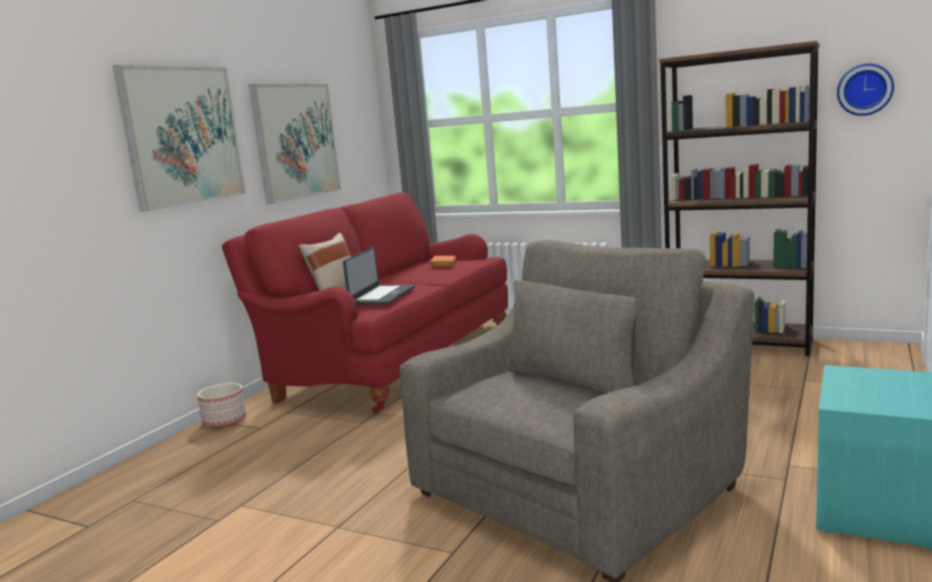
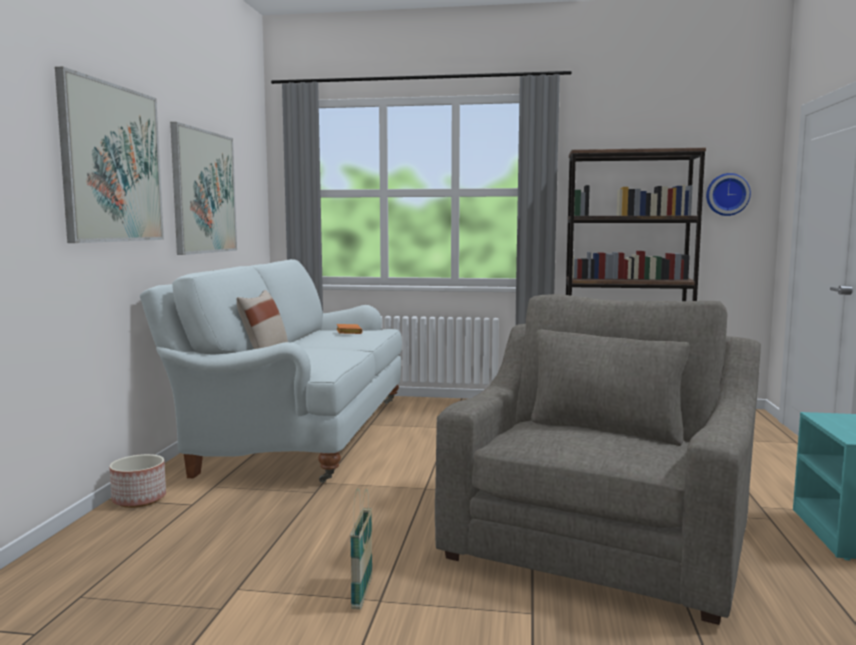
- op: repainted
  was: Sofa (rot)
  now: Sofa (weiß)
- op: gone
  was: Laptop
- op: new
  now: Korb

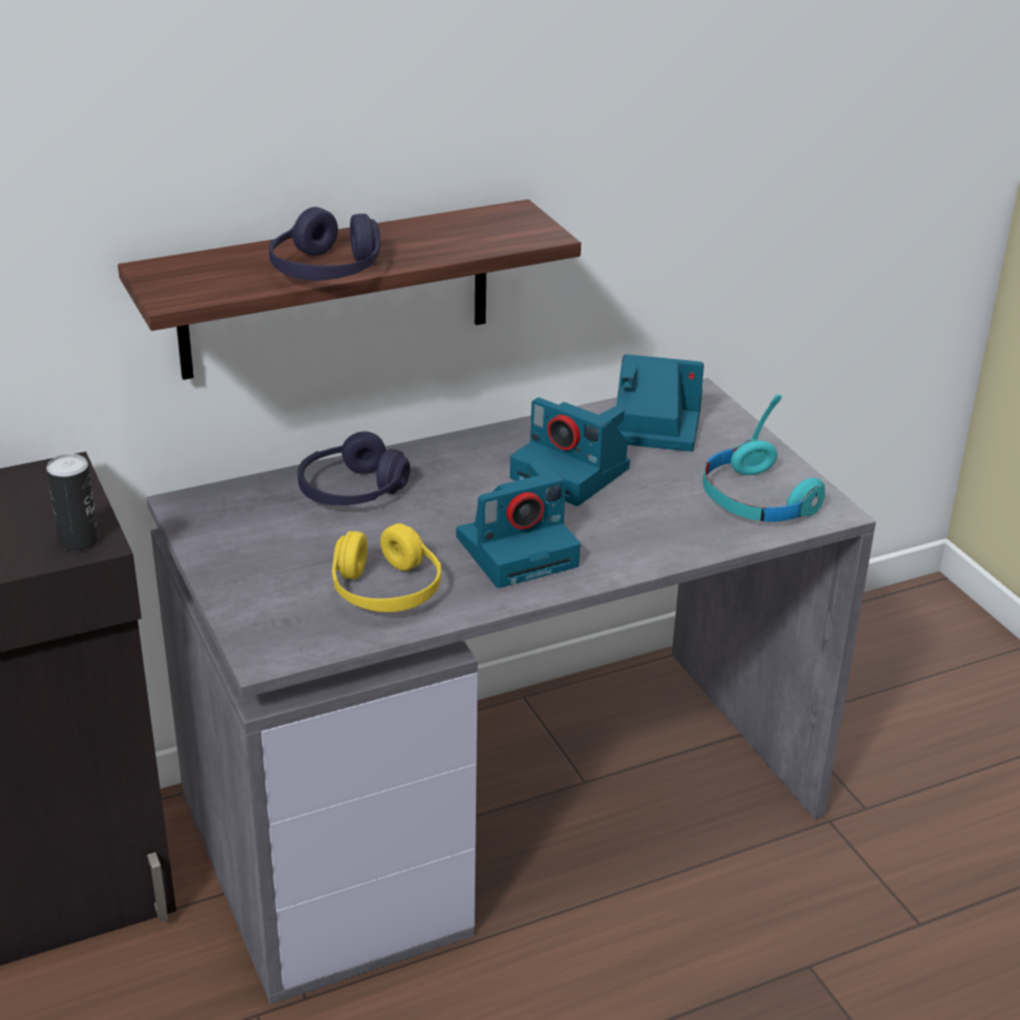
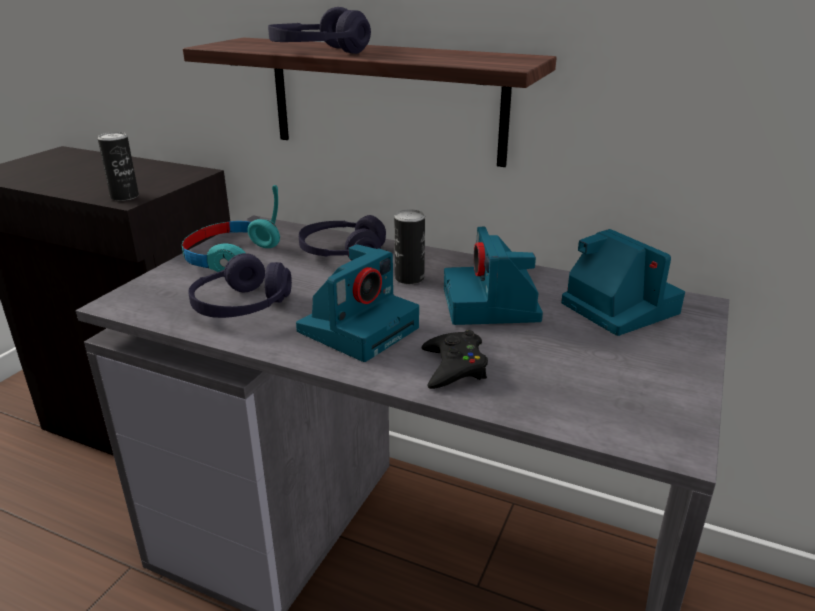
- op: shifted
  was: Kopfhörer (türkis)
- op: rotated
  was: Kamera (no. 1 from left)
  clockwise: -75
- op: repainted
  was: Kopfhörer (gelb)
  now: Kopfhörer (lila) (no. 1 from left)
- op: new
  now: Dose (no. 2 from left)
- op: new
  now: Gamepad (schwarz)

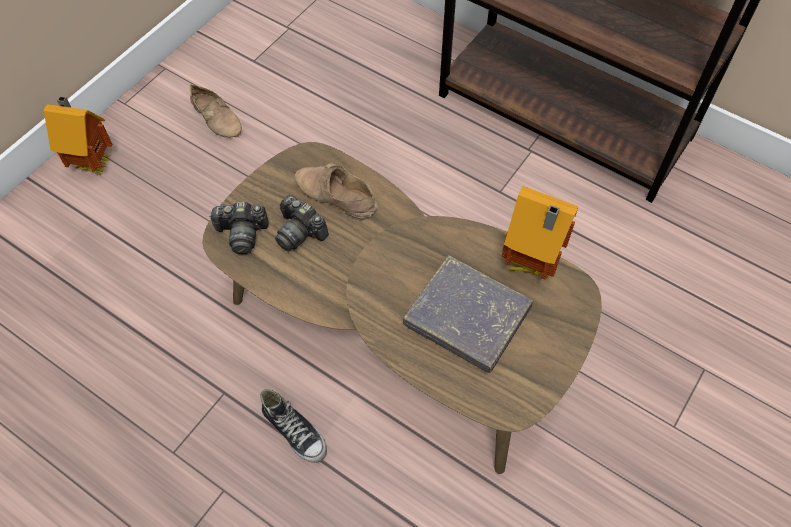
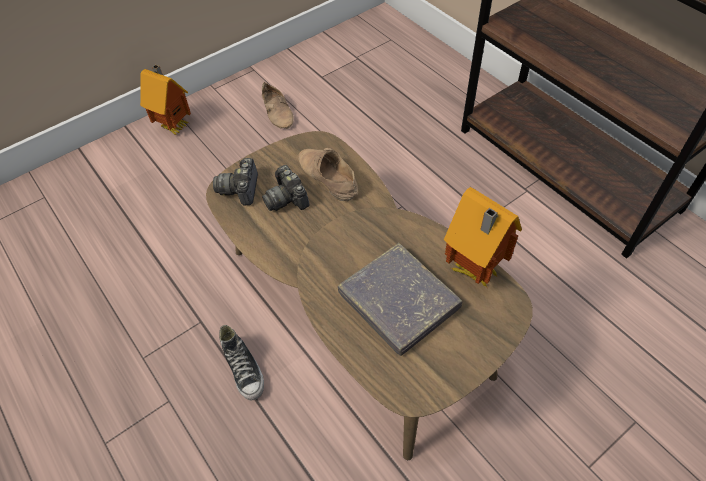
- op: rotated
  was: Kamera (no. 1 from left)
  clockwise: 75

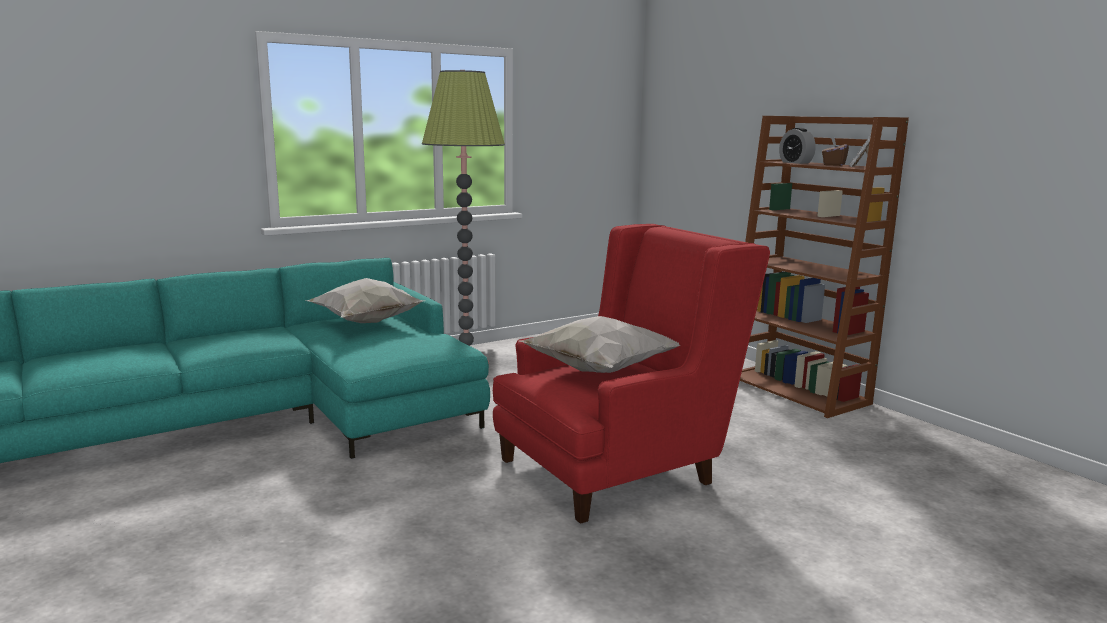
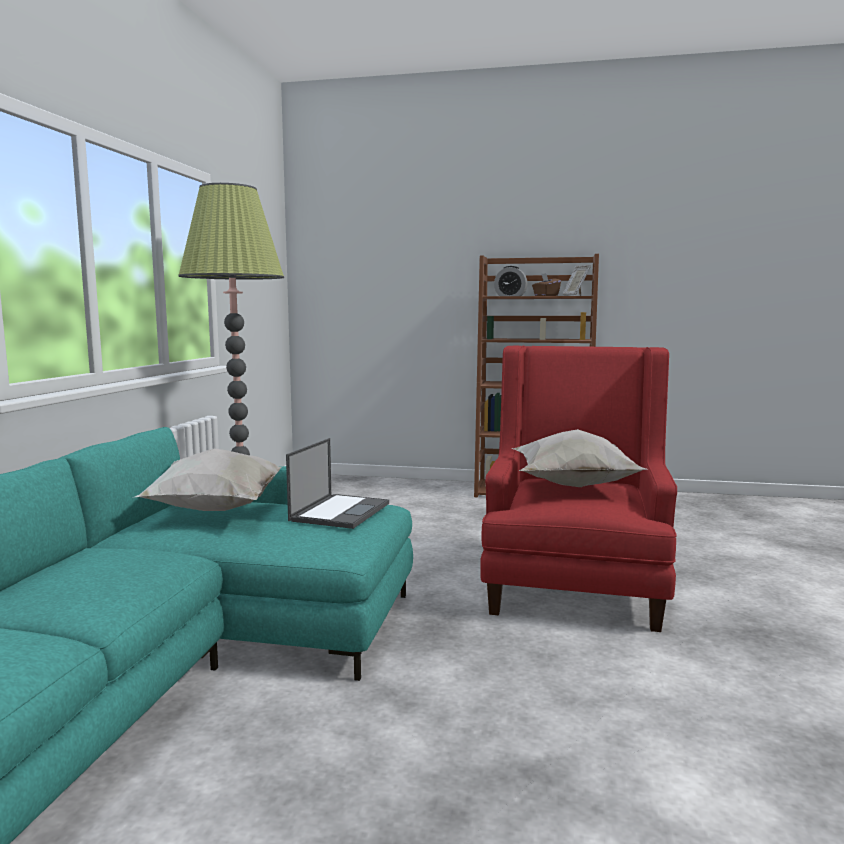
- op: new
  now: Laptop

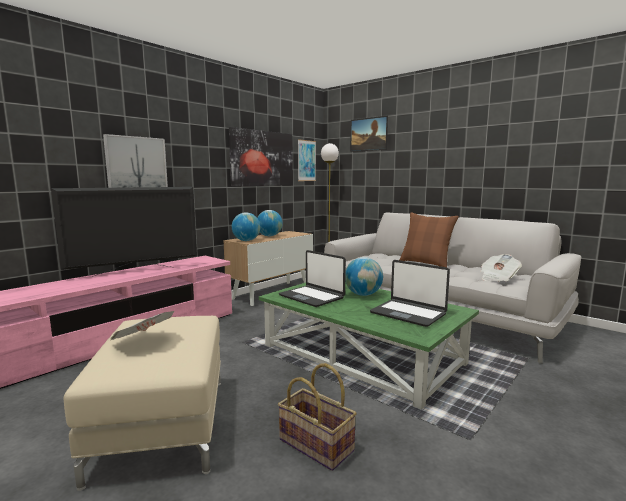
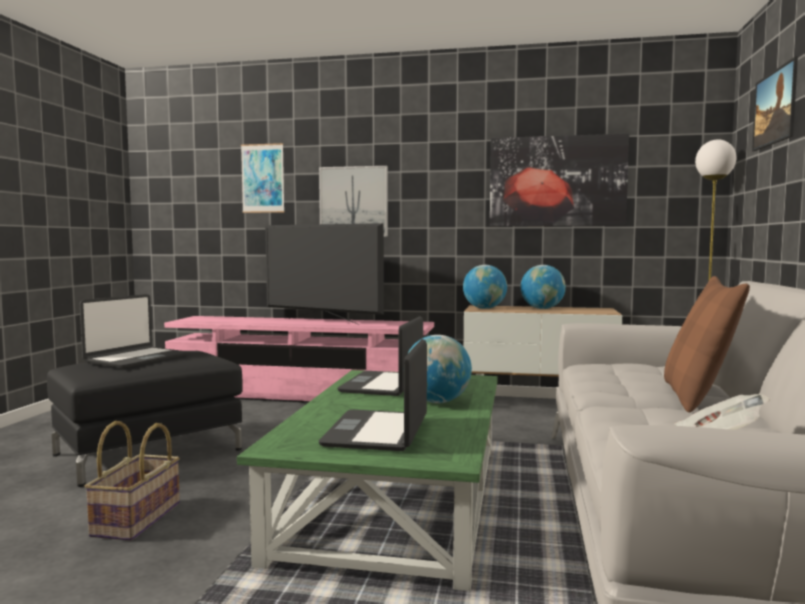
- op: shifted
  was: Bild (no. 3 from left in the first image)
  now: Bild (no. 1 from left)
- op: swapped
  was: Zeitung (no. 1 from left)
  now: Laptop (no. 1 from left)
- op: repainted
  was: Polsterhocker (beige)
  now: Polsterhocker (schwarz)

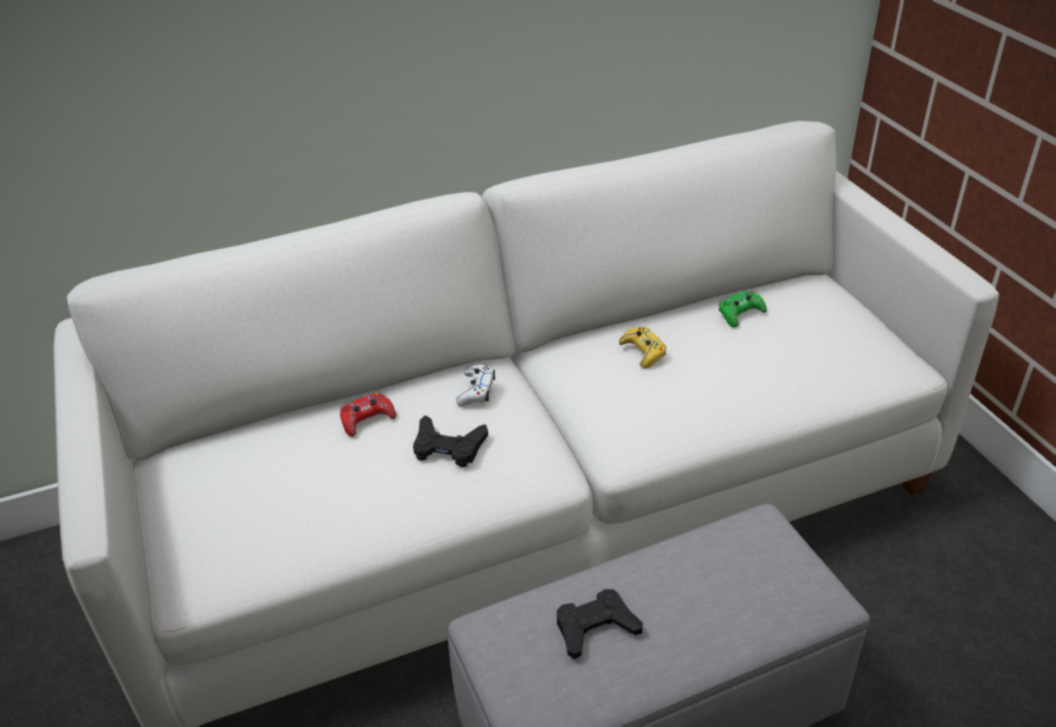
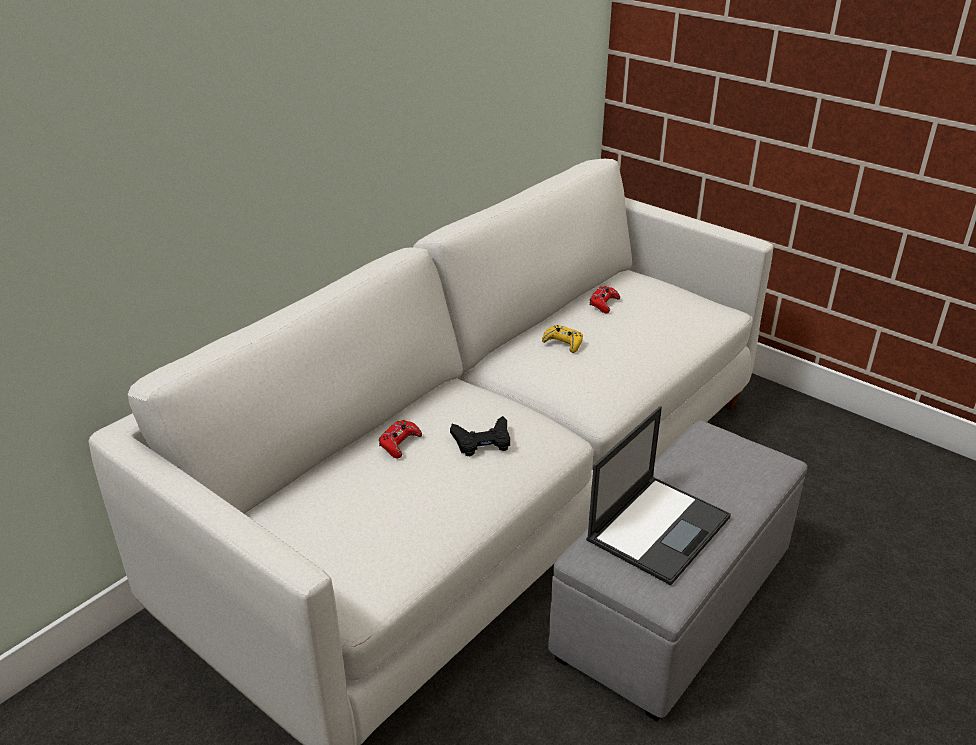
- op: repainted
  was: Gamepad (grün)
  now: Gamepad (rot) (no. 2 from left)
- op: gone
  was: Gamepad (weiß)
- op: swapped
  was: Gamepad (schwarz) (no. 2 from left)
  now: Laptop

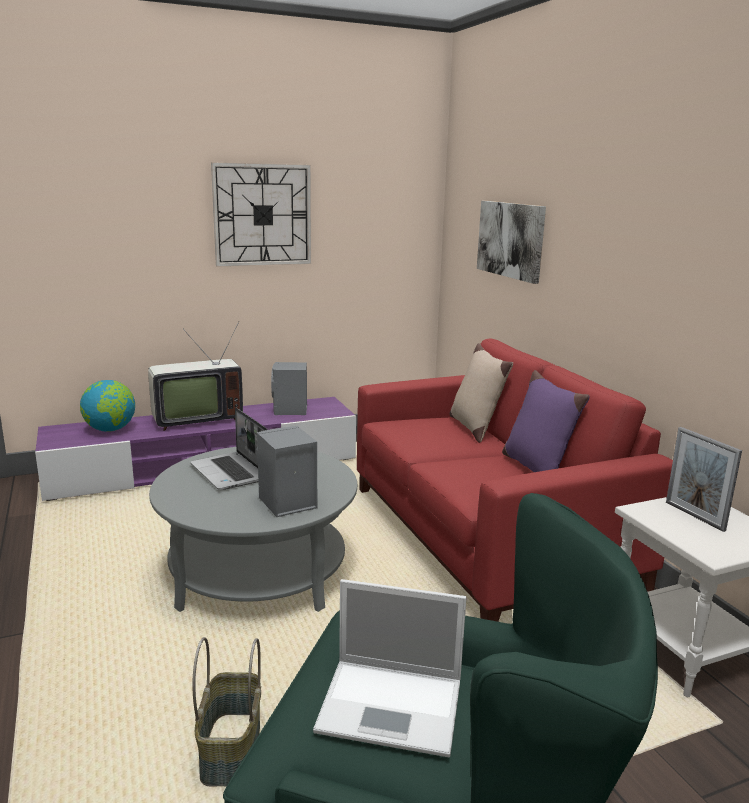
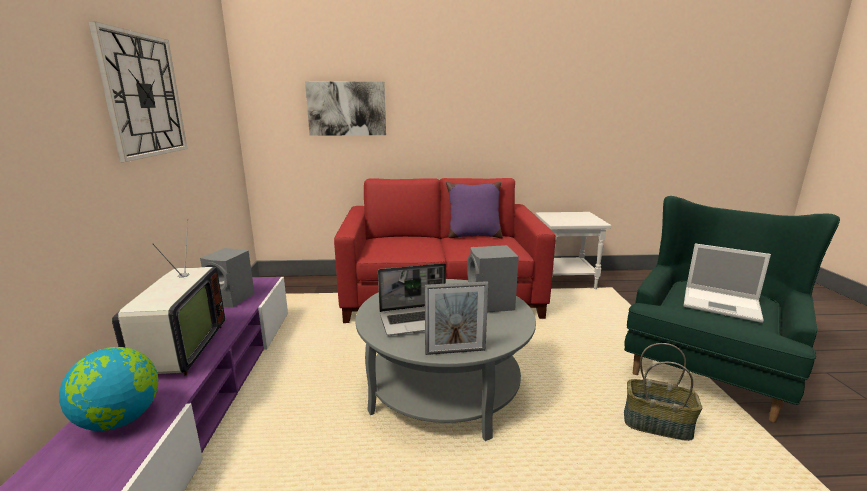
- op: gone
  was: Kissen (beige)
- op: shifted
  was: Bilderrahmen
- op: rotated
  was: Laptop (no. 2 from left)
  clockwise: 90

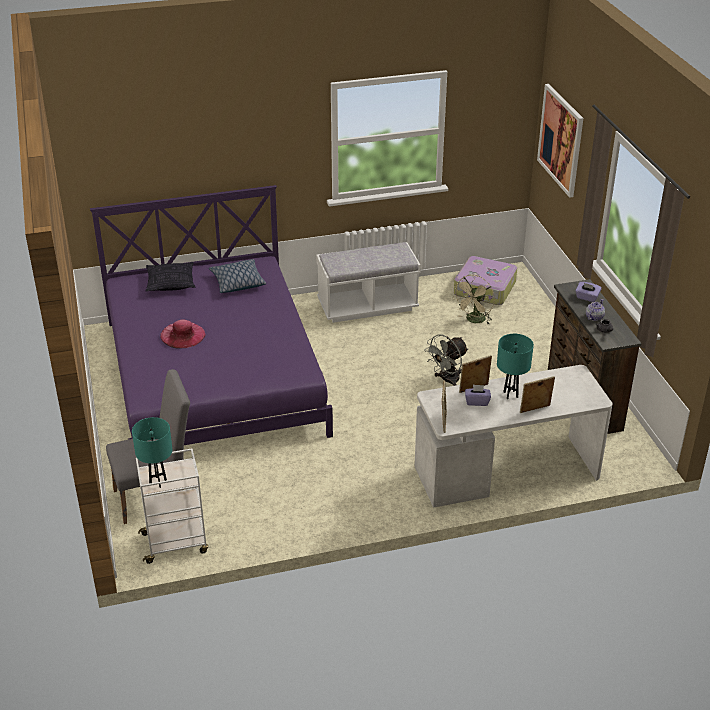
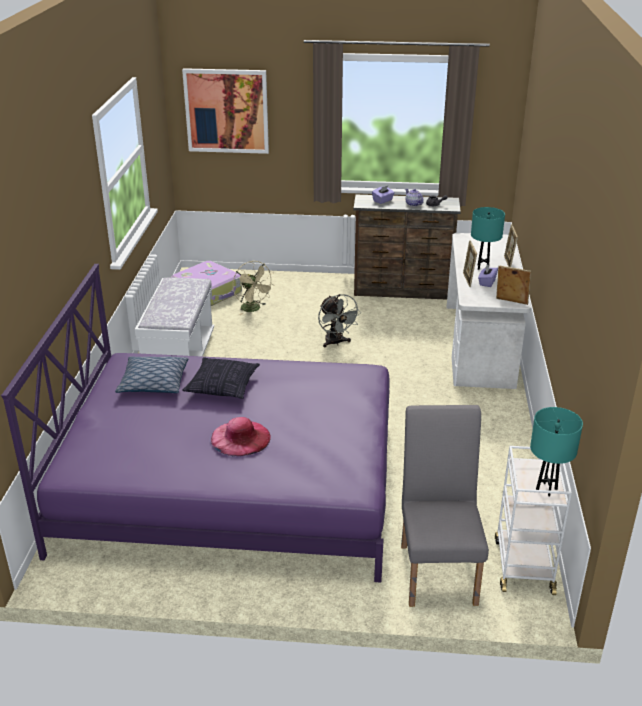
- op: shifted
  was: Kissen (no. 1 from left in the first image)
  now: Kissen (no. 2 from left)

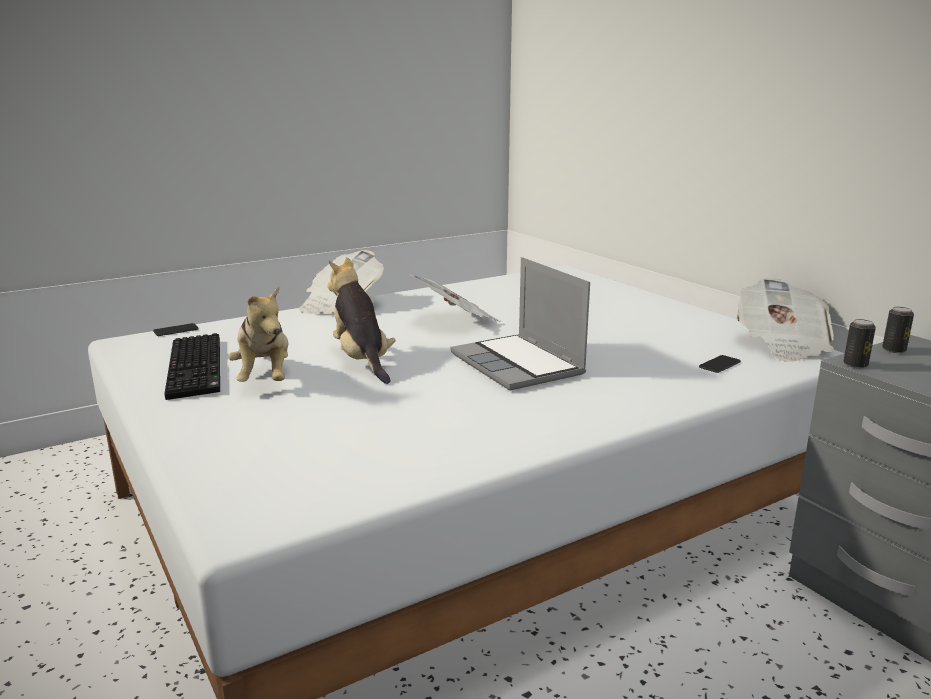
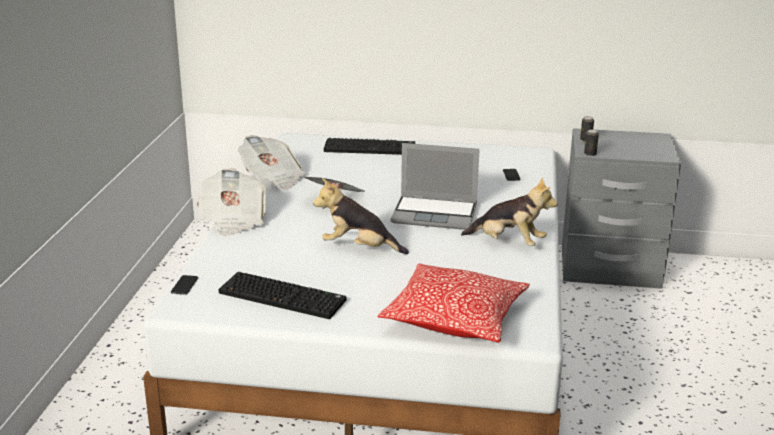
- op: shifted
  was: Zeitung (no. 3 from left in the first image)
  now: Zeitung (no. 2 from left)
- op: shifted
  was: Plüschtier (no. 1 from left in the first image)
  now: Plüschtier (no. 2 from left)
- op: new
  now: Tastatur (no. 2 from left)
- op: new
  now: Kissen

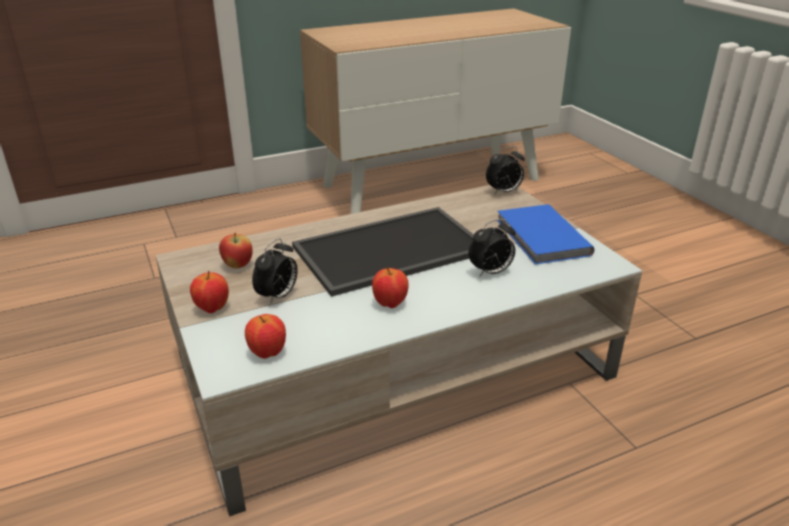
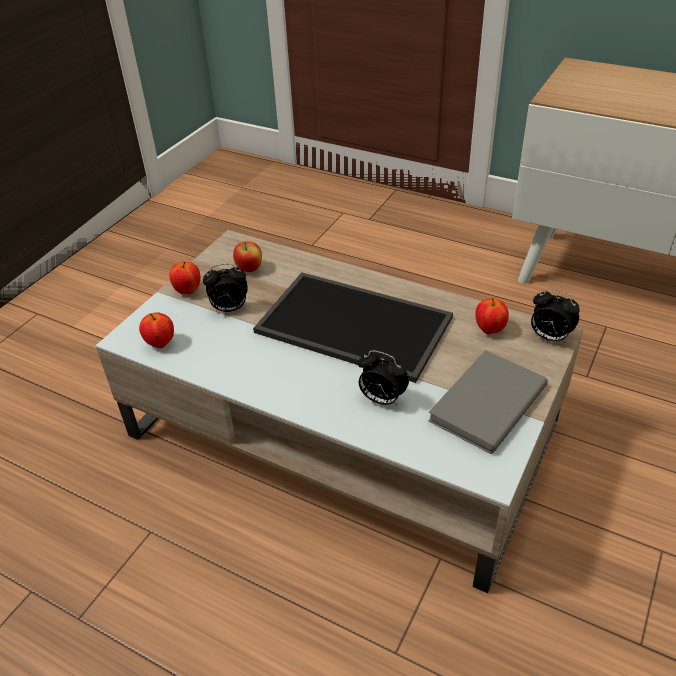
- op: repainted
  was: Buch (blau)
  now: Buch (grau)
- op: shifted
  was: Apfel (no. 4 from left)

